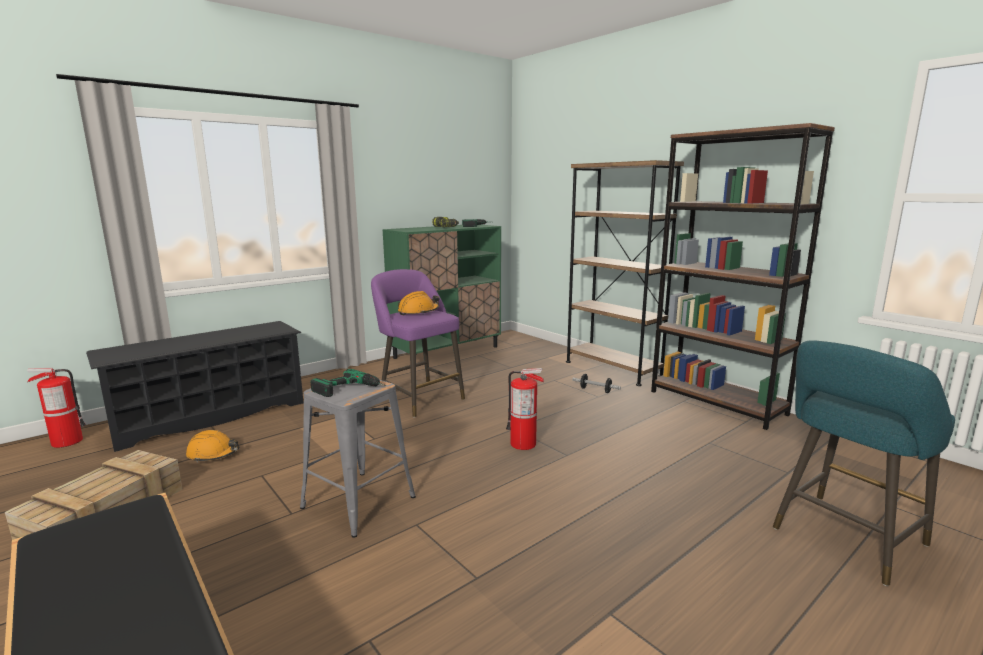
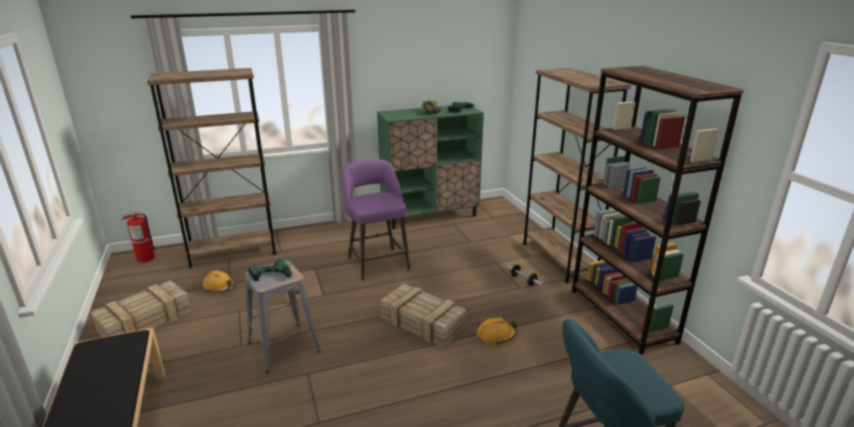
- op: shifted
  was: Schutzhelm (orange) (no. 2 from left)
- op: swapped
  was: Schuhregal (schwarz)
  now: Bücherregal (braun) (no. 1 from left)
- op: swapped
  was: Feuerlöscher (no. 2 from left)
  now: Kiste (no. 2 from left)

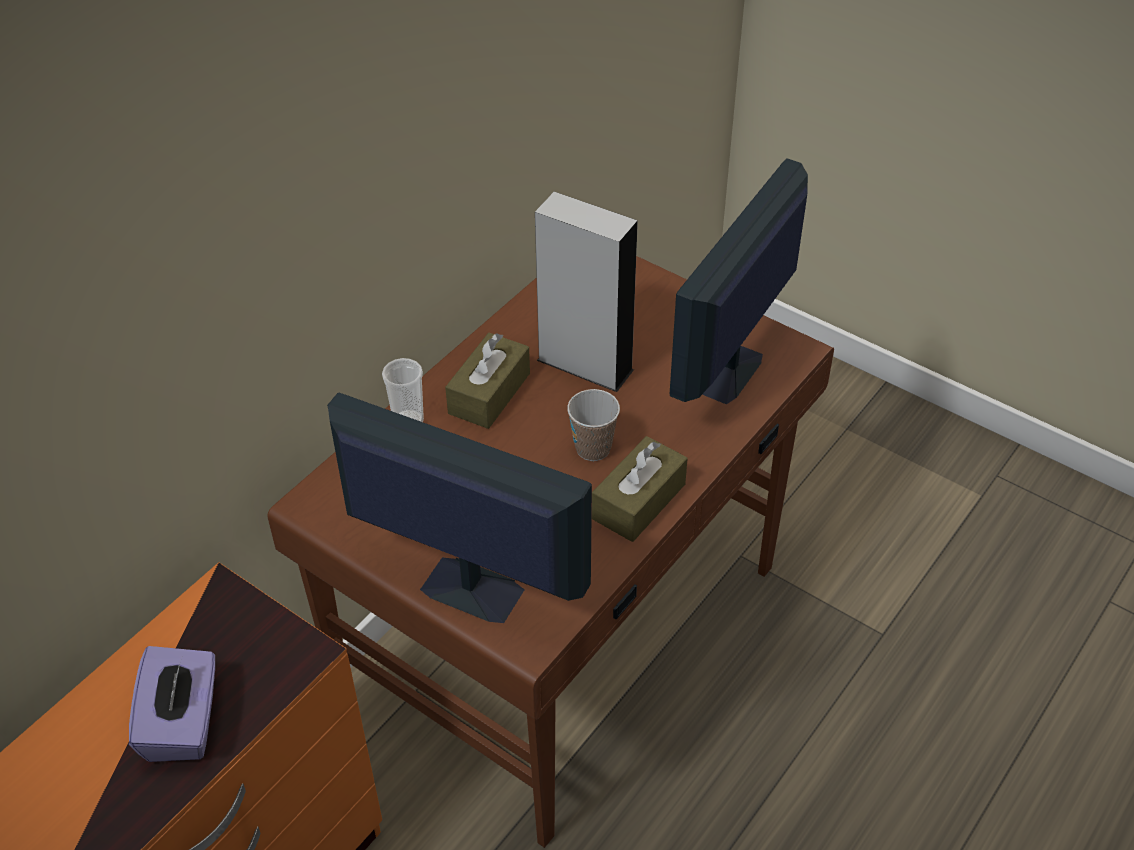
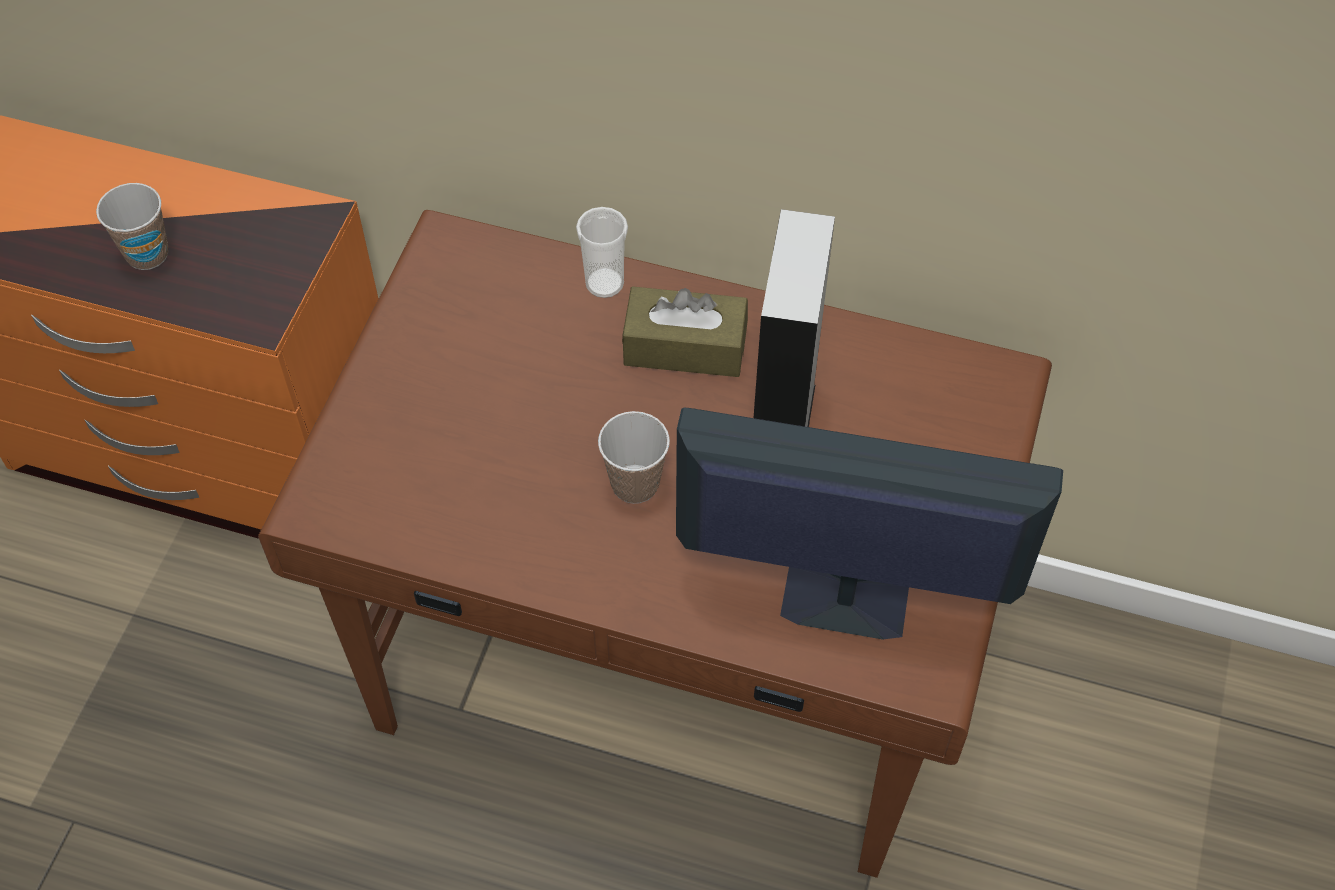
- op: gone
  was: Monitor (no. 1 from left)
- op: gone
  was: Taschentuchbox (braun) (no. 2 from left)
- op: swapped
  was: Taschentuchbox (lila)
  now: Tasse (no. 1 from left)

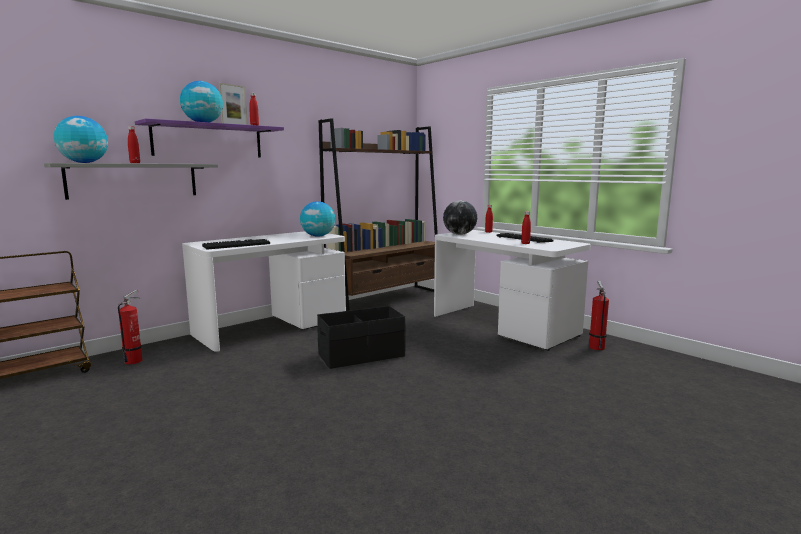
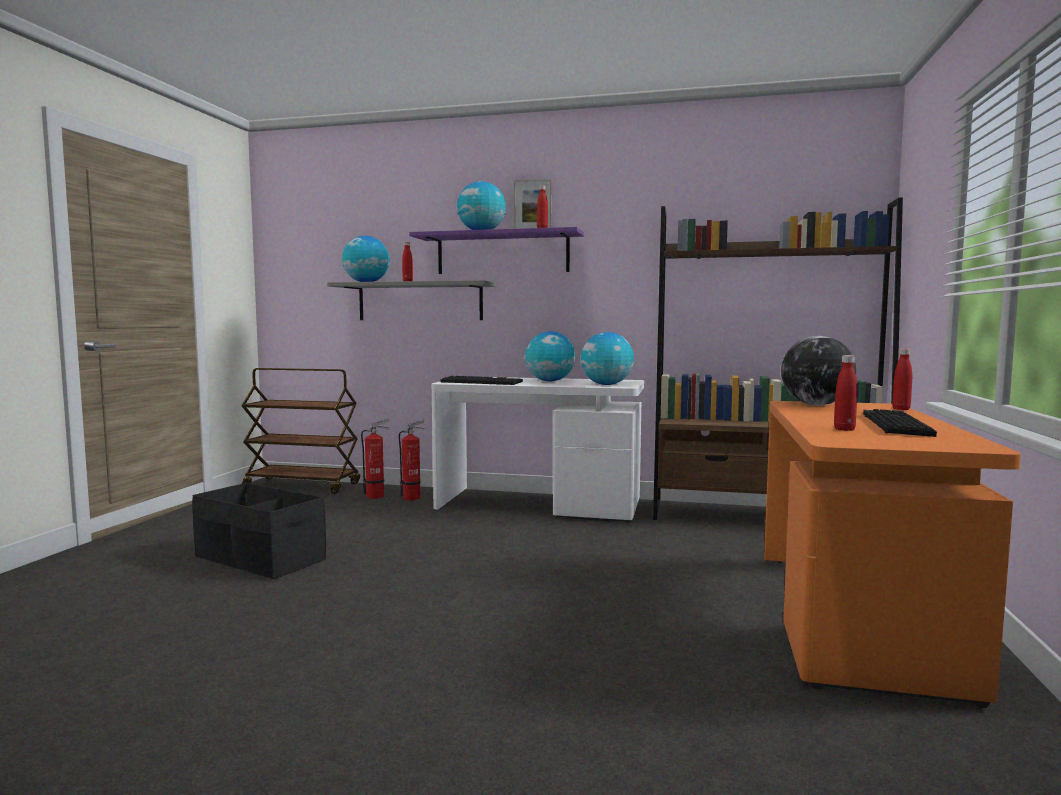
- op: repainted
  was: Schreibtisch (weiß) (no. 2 from left)
  now: Schreibtisch (orange)
- op: shifted
  was: Feuerlöscher (no. 2 from left)
- op: shifted
  was: Aufbewahrungsbox (schwarz)
- op: new
  now: Globus (no. 3 from left)

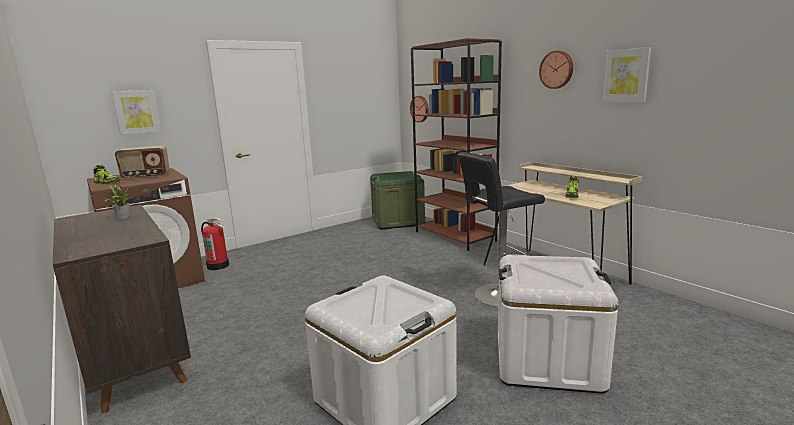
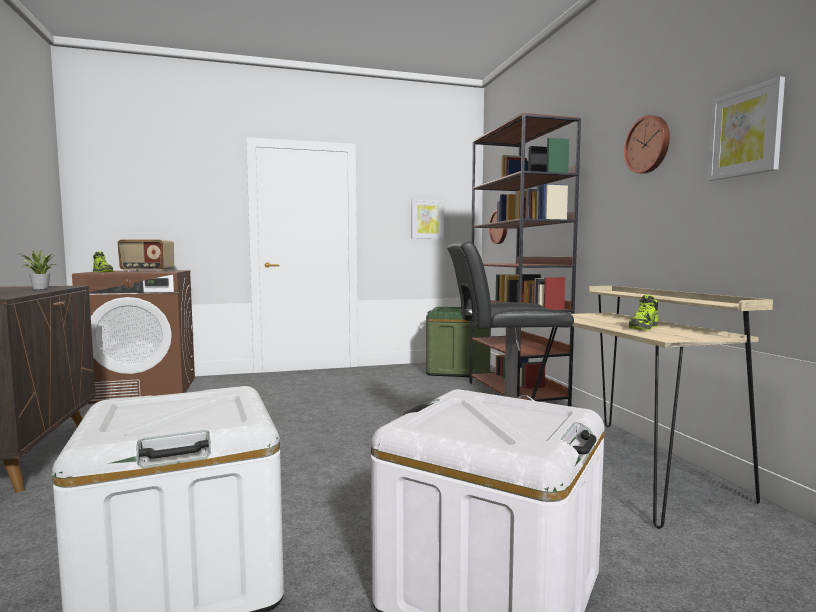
- op: shifted
  was: Bild (no. 1 from left)
- op: gone
  was: Feuerlöscher

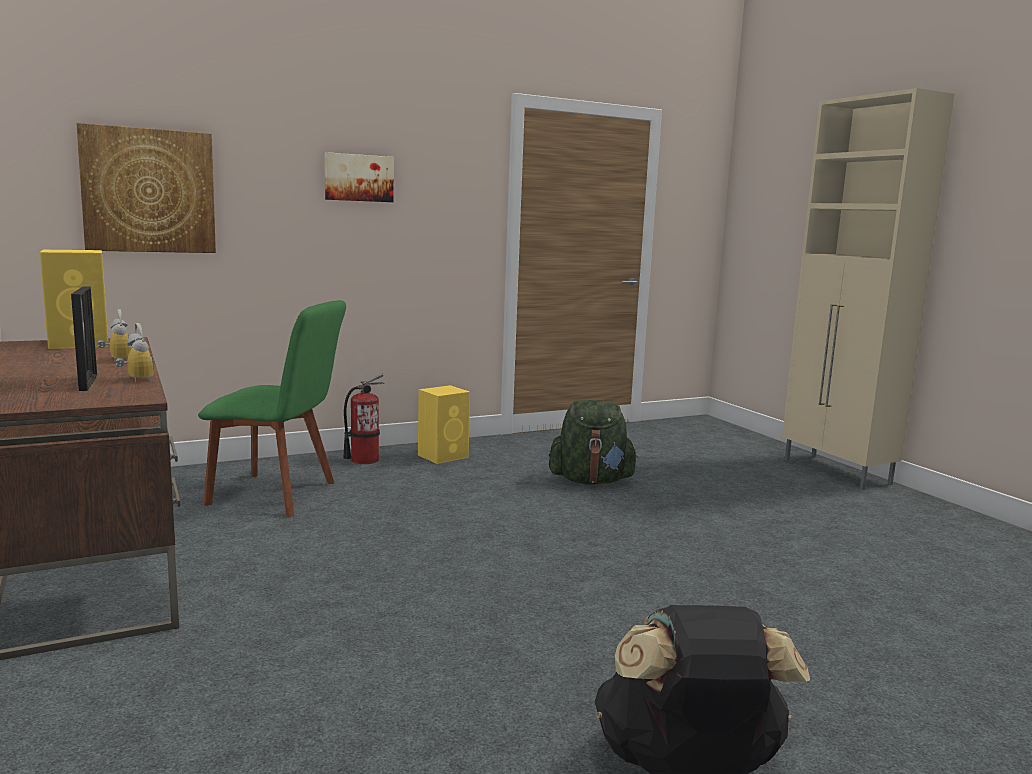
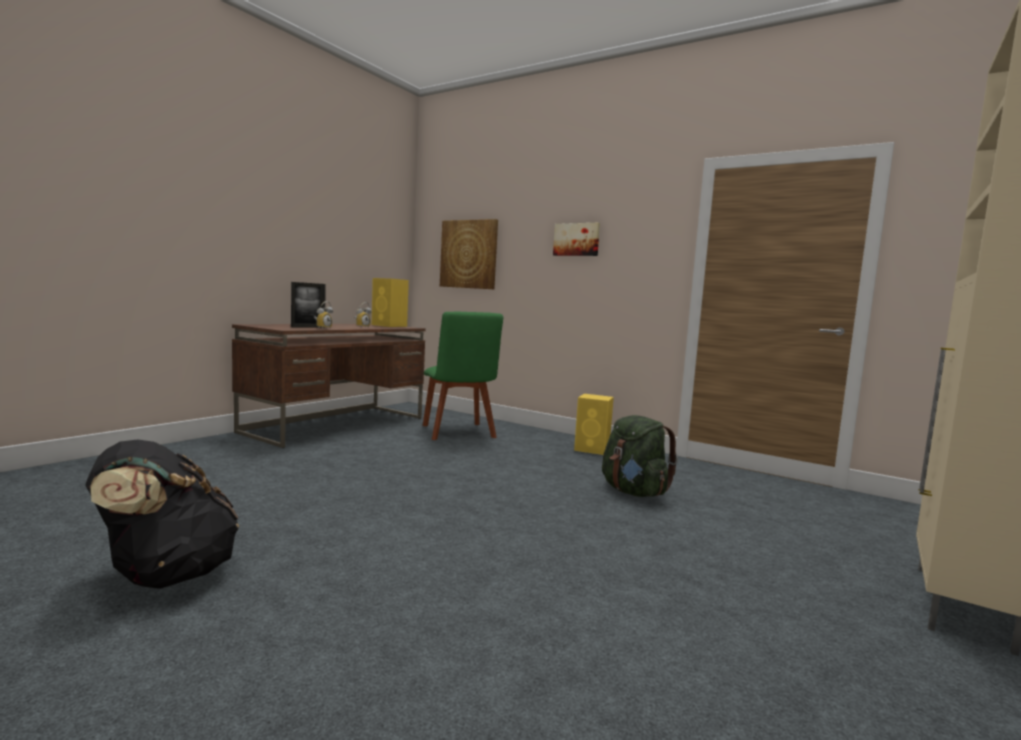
- op: gone
  was: Feuerlöscher

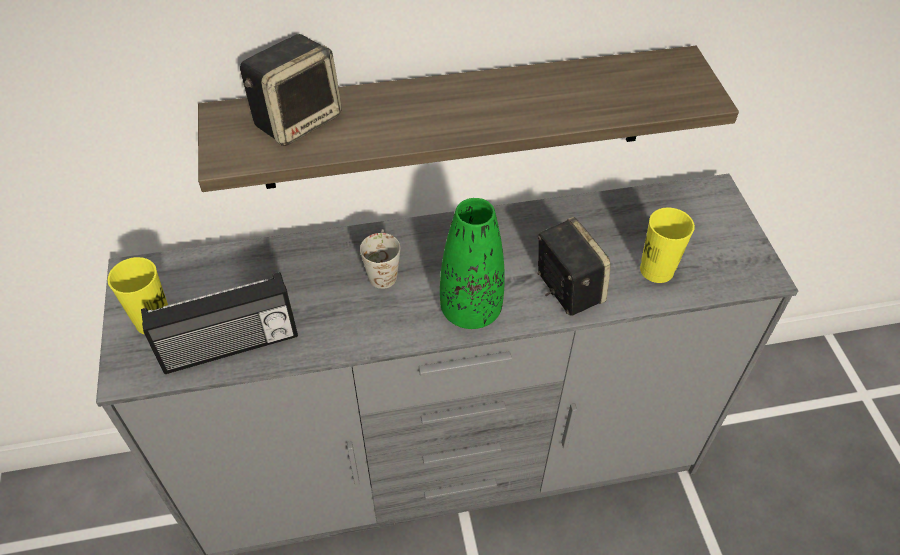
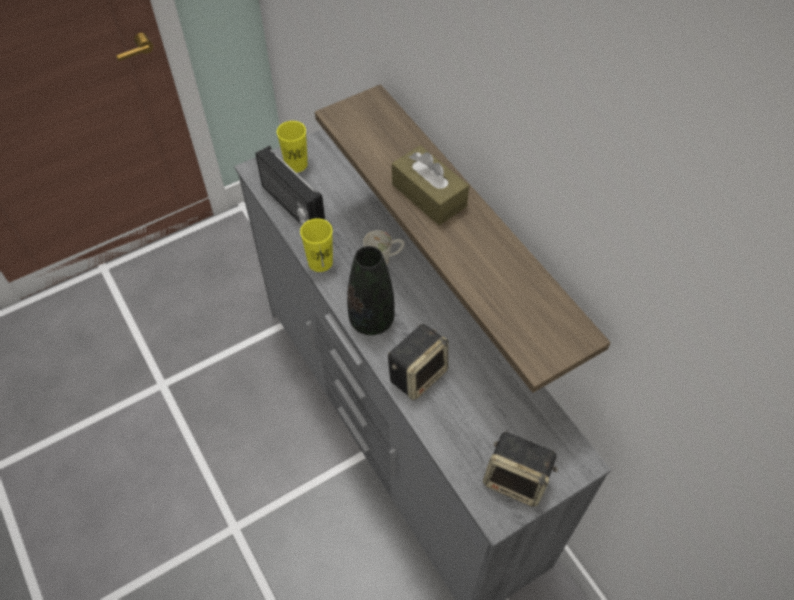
- op: shifted
  was: Lautsprecher (no. 1 from left in the first image)
  now: Lautsprecher (no. 2 from left)
- op: repainted
  was: Vase (grün)
  now: Vase (schwarz)
- op: shifted
  was: Tasse (gelb) (no. 2 from left)
- op: new
  now: Taschentuchbox (braun)

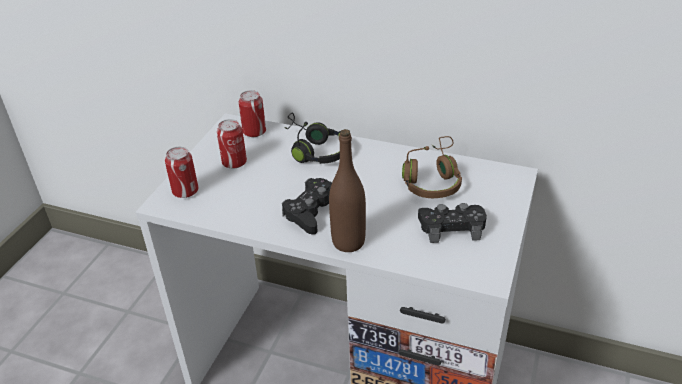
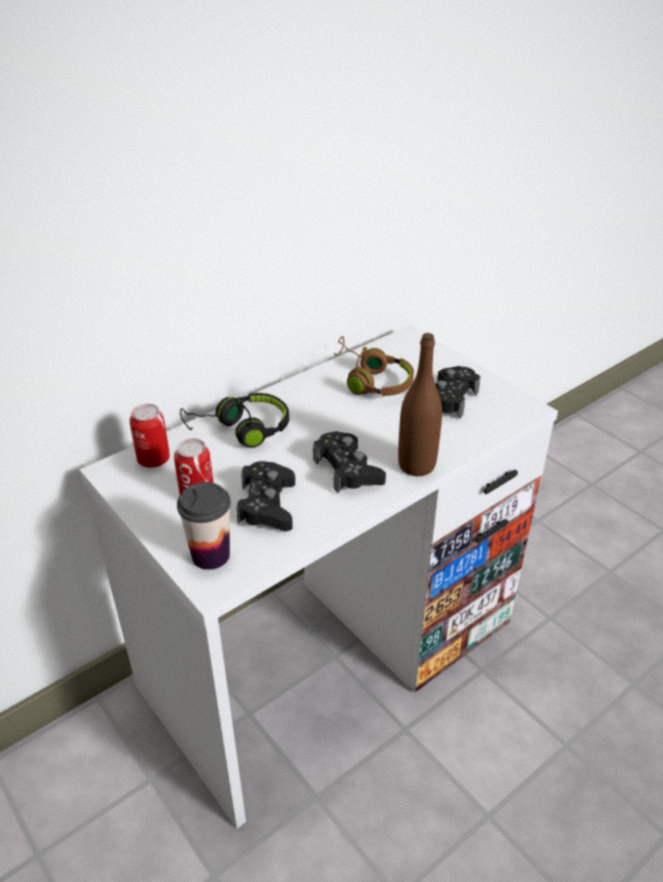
- op: swapped
  was: Dose (no. 1 from left)
  now: Tasse
- op: new
  now: Gamepad (schwarz) (no. 1 from left)

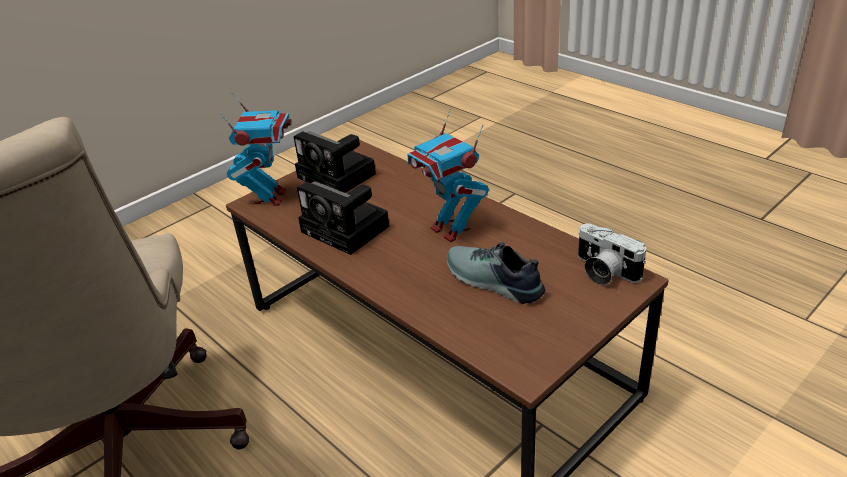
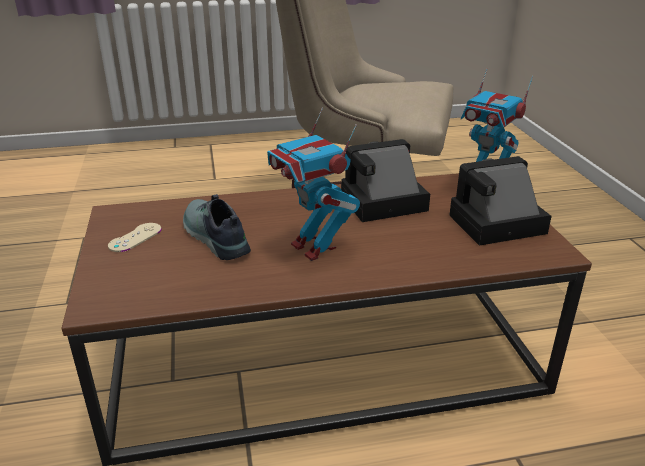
- op: rotated
  was: Spielzeugroboter (no. 2 from left in the first image)
  clockwise: -120
- op: gone
  was: Kamera (no. 3 from left)
- op: rotated
  was: Schuh
  clockwise: -105
- op: new
  now: Gamepad (beige)

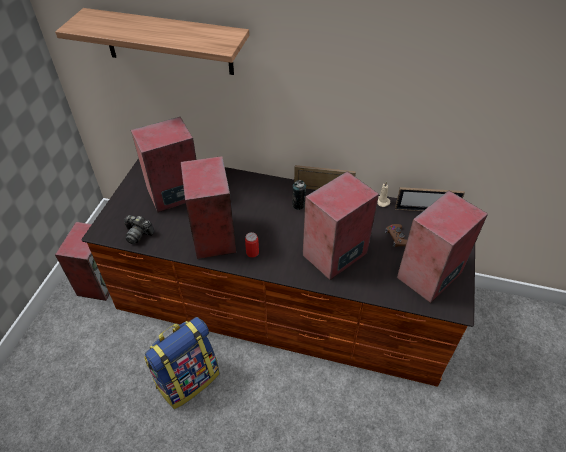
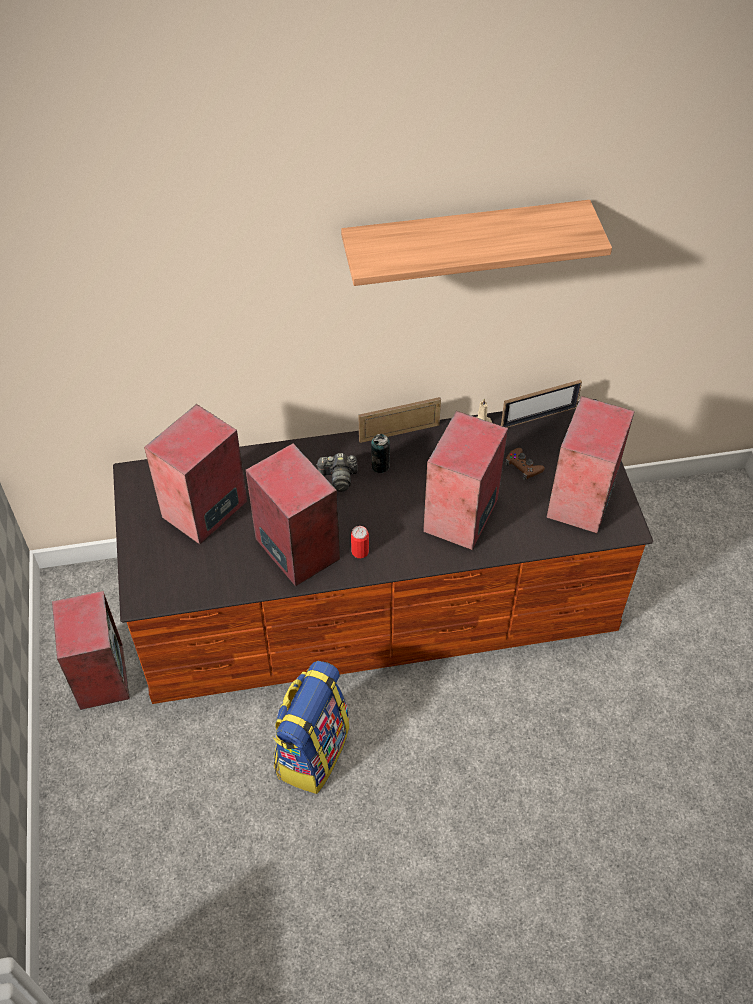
- op: shifted
  was: Wandregal
- op: shifted
  was: Kamera

